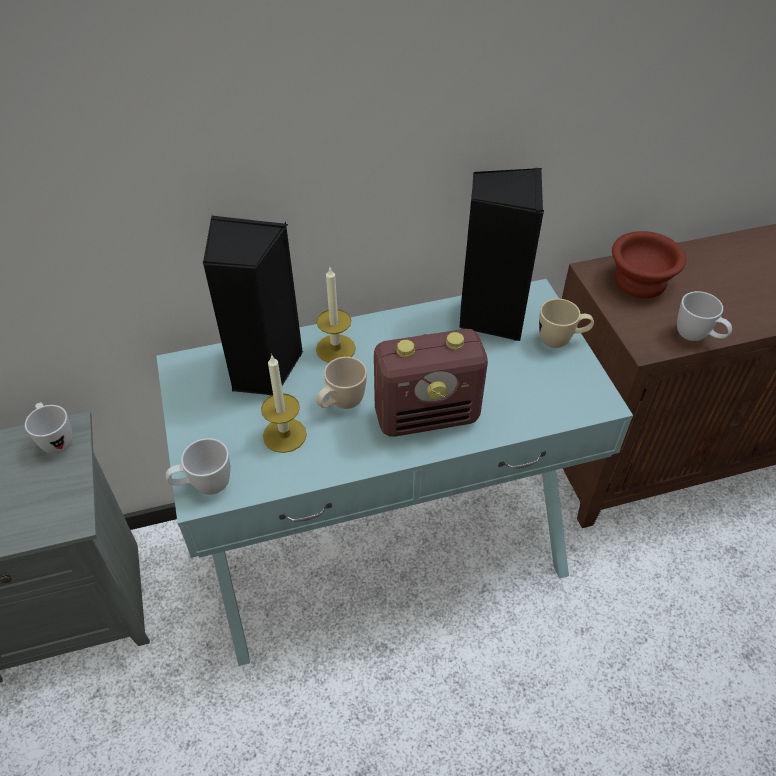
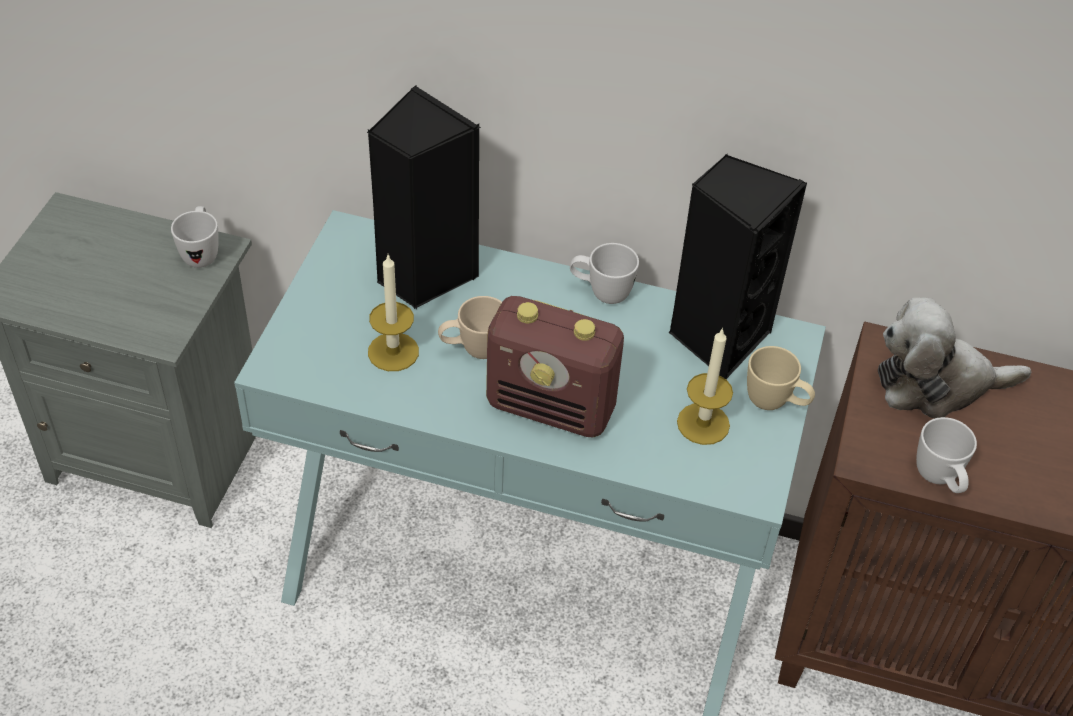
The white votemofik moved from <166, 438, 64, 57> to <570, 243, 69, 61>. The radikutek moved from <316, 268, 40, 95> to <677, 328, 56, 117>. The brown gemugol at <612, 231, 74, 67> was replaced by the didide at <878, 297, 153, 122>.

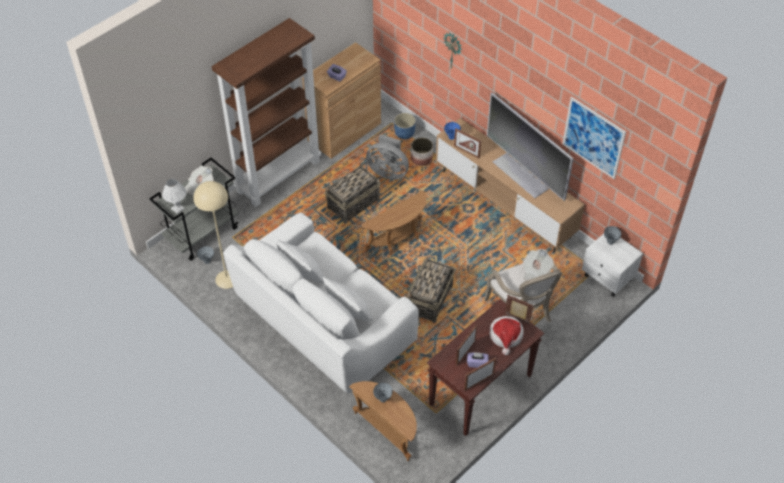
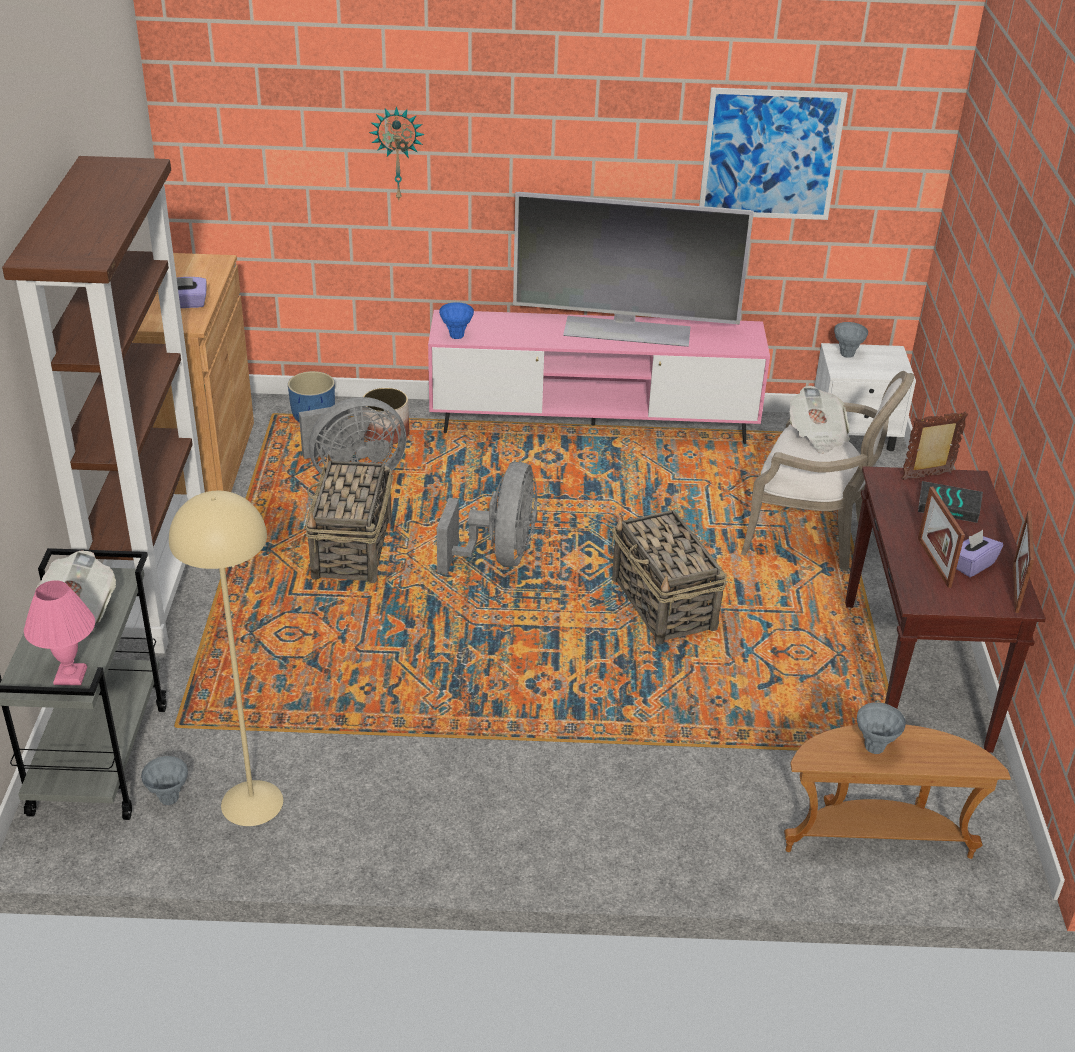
The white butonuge at <162, 179, 25, 35> became the pink butonuge at <24, 580, 71, 105>. The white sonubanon at <223, 212, 196, 181> disappeared. The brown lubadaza at <361, 190, 66, 65> was replaced by the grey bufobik at <437, 462, 101, 112>. The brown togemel at <436, 118, 149, 135> became the pink togemel at <428, 310, 342, 134>. The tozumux at <454, 129, 27, 29> disappeared. The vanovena at <489, 316, 35, 39> was replaced by the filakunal at <918, 481, 65, 42>.

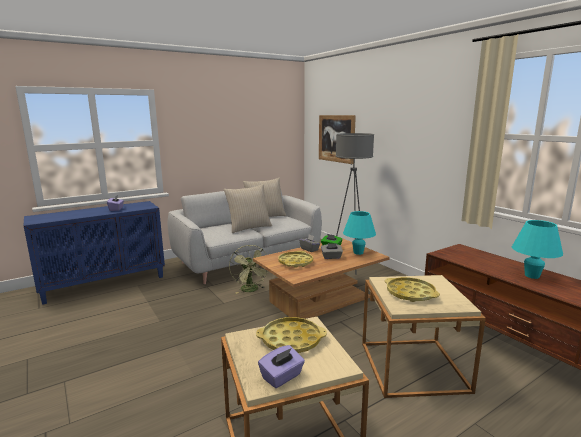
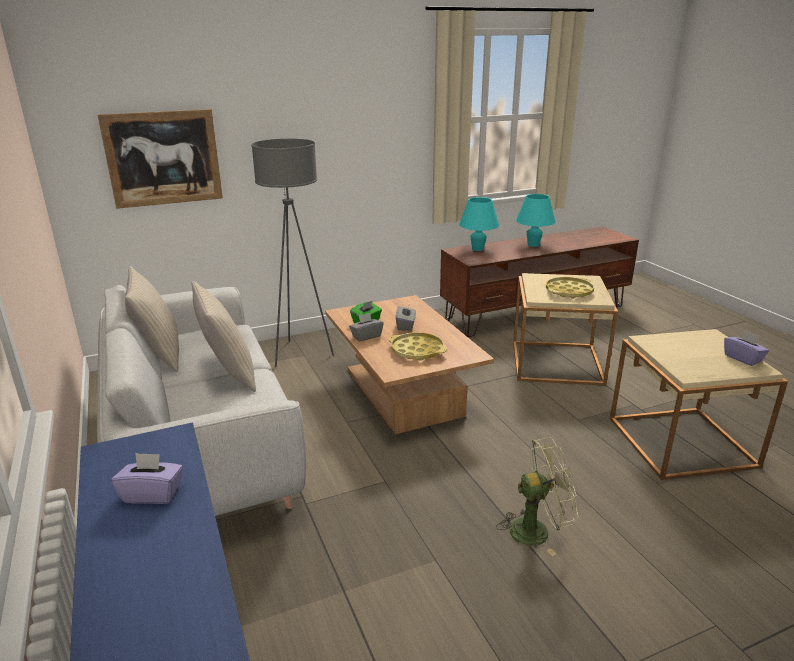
The green bufobik moved from <229, 245, 39, 49> to <496, 437, 83, 119>. The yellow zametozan at <256, 317, 71, 36> disappeared. The turquoise butonuge moved from <343, 211, 33, 44> to <459, 197, 40, 54>.

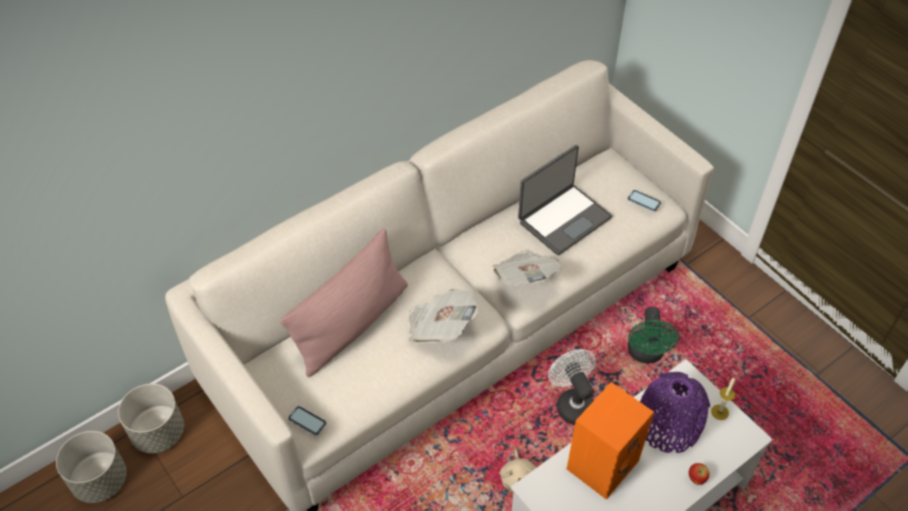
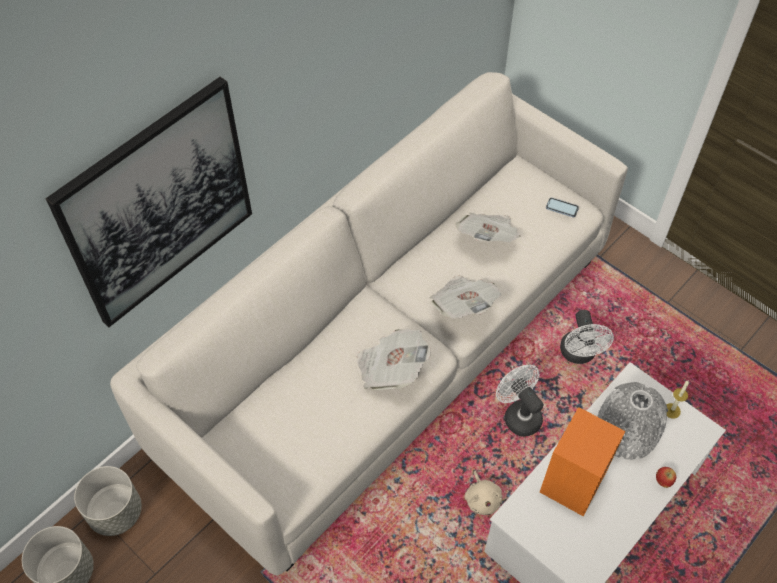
The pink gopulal at <280, 228, 128, 149> disappeared. The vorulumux at <288, 406, 38, 30> disappeared. The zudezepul at <518, 145, 94, 110> was replaced by the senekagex at <455, 213, 66, 29>. The green bufobik at <628, 307, 51, 56> became the white bufobik at <560, 310, 54, 54>. The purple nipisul at <640, 372, 70, 81> became the grey nipisul at <597, 382, 71, 78>. The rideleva at <45, 77, 207, 250> appeared.

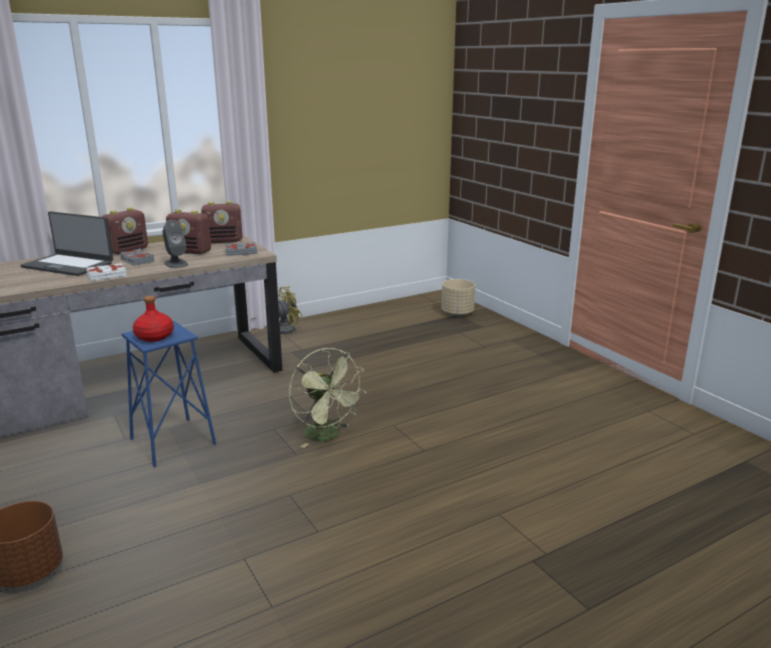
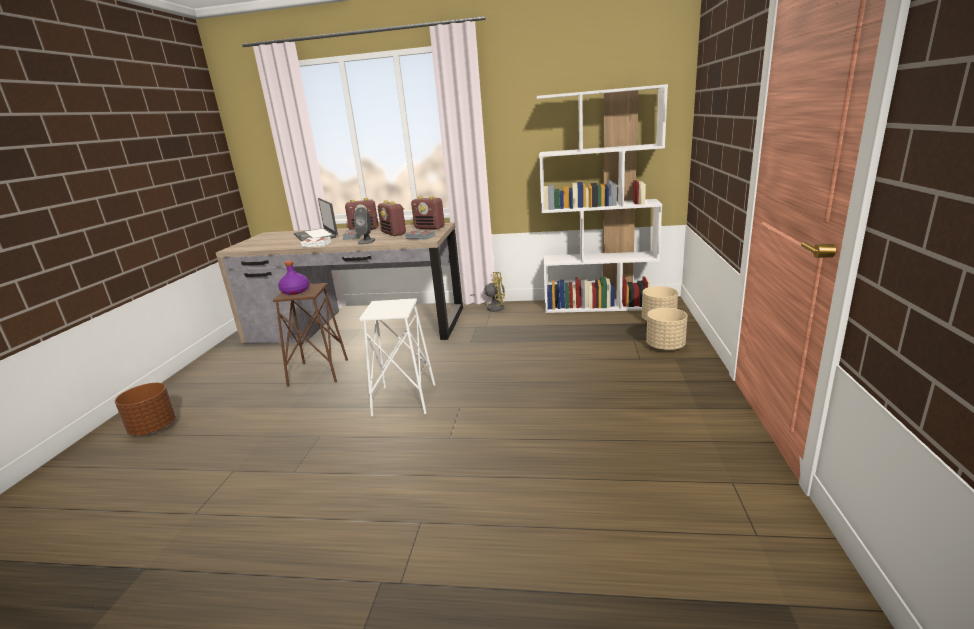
The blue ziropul at <122, 321, 94, 146> became the brown ziropul at <273, 283, 75, 104>. The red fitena at <133, 296, 41, 46> became the purple fitena at <278, 261, 31, 34>. The green bufobik at <289, 348, 77, 100> was replaced by the white ziropul at <359, 298, 76, 118>. The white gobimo at <537, 84, 131, 229> appeared. The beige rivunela at <646, 308, 42, 43> appeared.

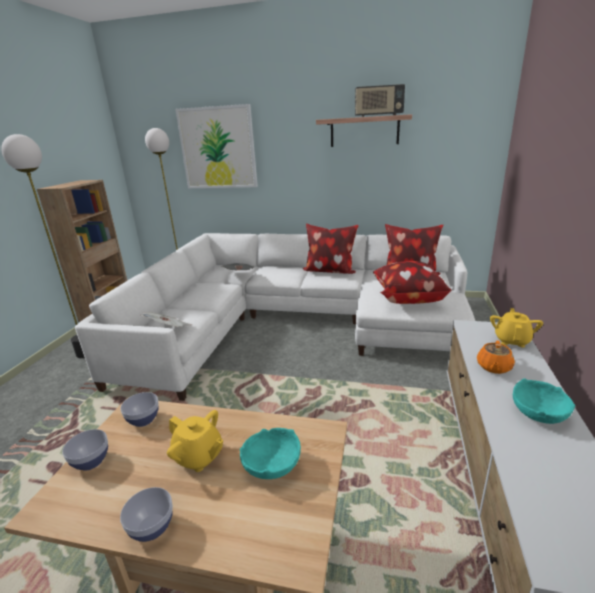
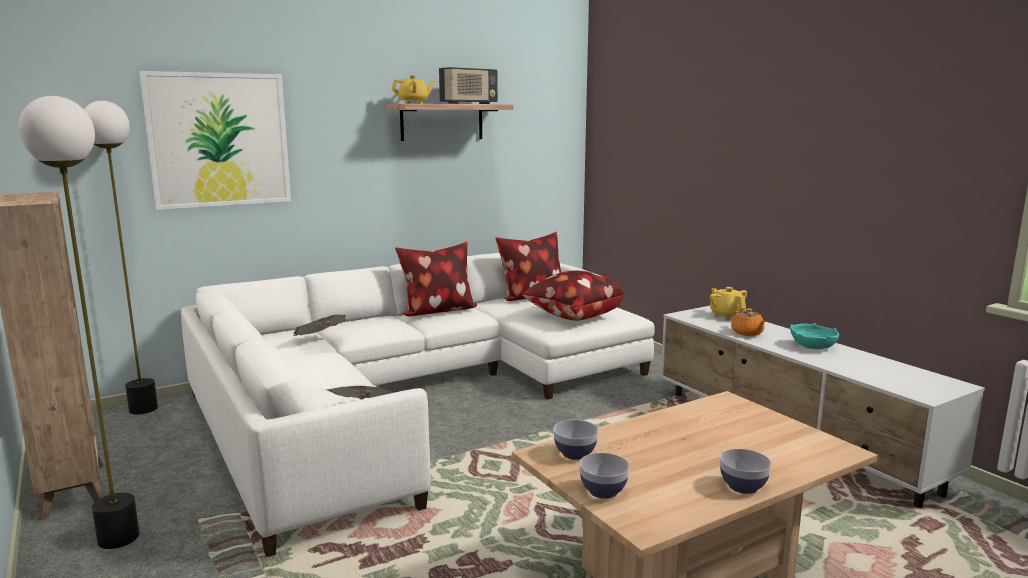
The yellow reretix moved from <167, 410, 56, 62> to <392, 75, 43, 29>. The turquoise gemugol at <240, 428, 61, 51> disappeared.

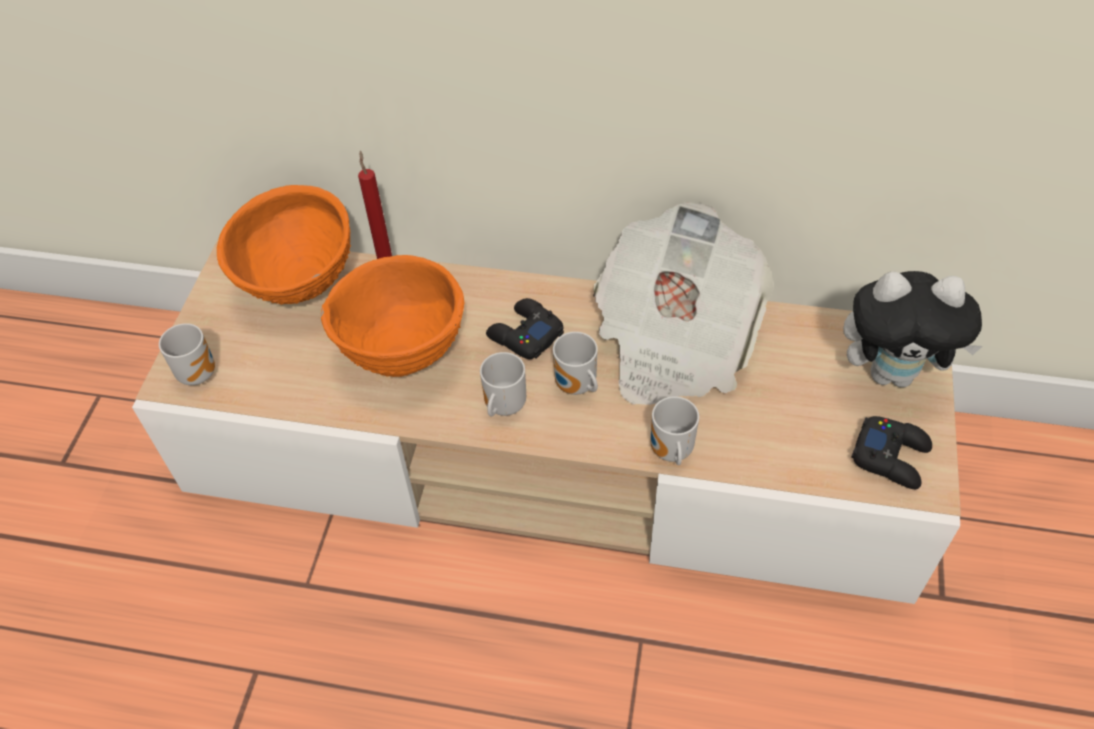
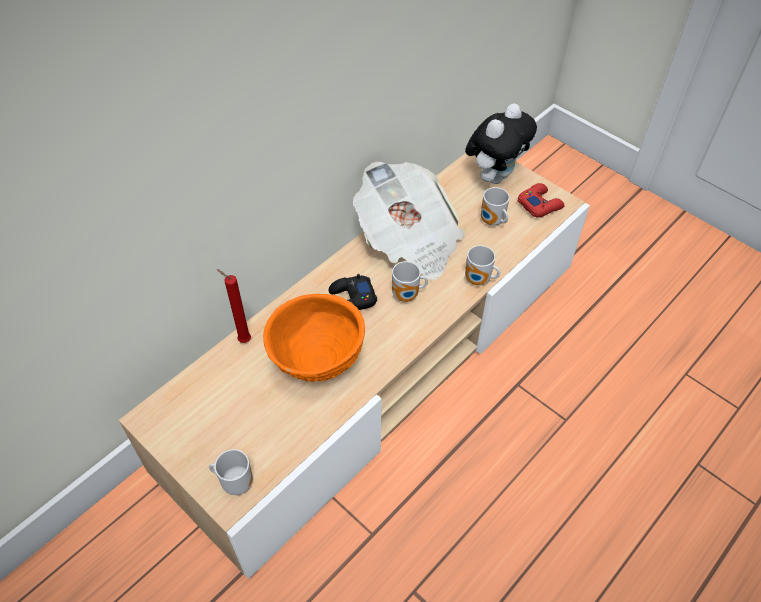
The orange gemugol at <217, 185, 134, 120> disappeared. The votemofik moved from <480, 352, 46, 64> to <481, 187, 29, 39>. The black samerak at <851, 416, 81, 73> became the red samerak at <518, 183, 47, 35>.

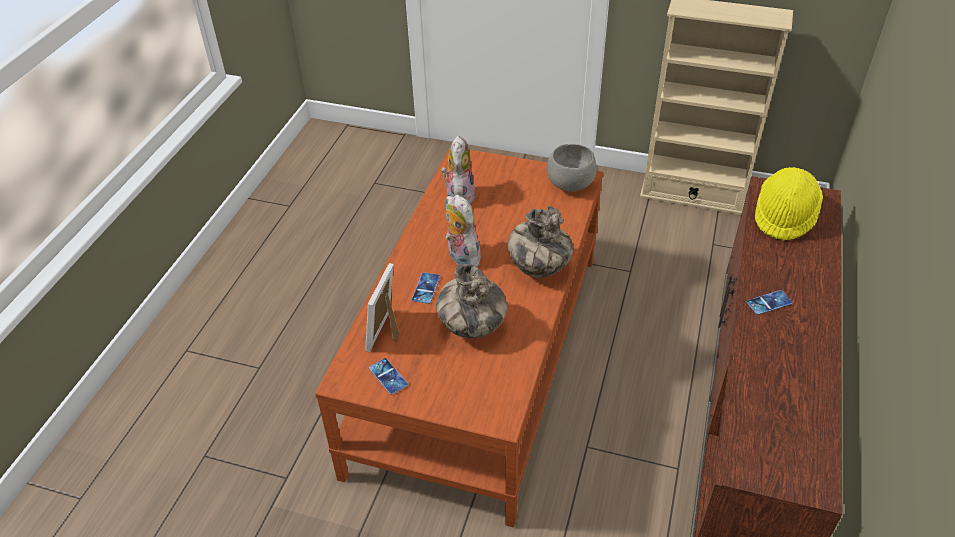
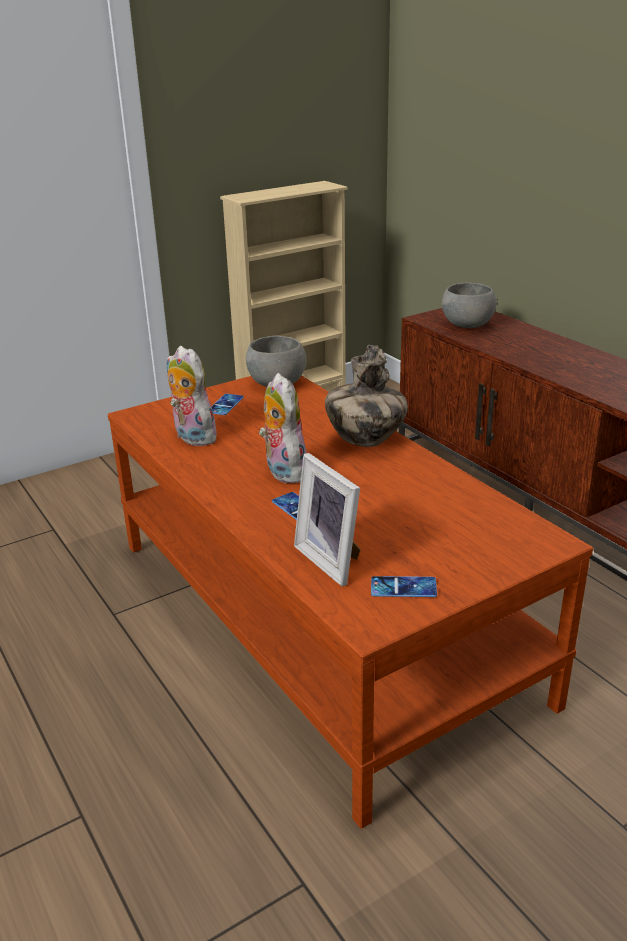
The nipisul at <436, 264, 71, 75> disappeared. The didide at <445, 194, 36, 73> turned 60 degrees clockwise. The vorulumux moved from <747, 290, 46, 25> to <211, 394, 33, 21>. The yellow vanovena at <755, 167, 68, 74> was replaced by the grey gemugol at <442, 282, 55, 46>.

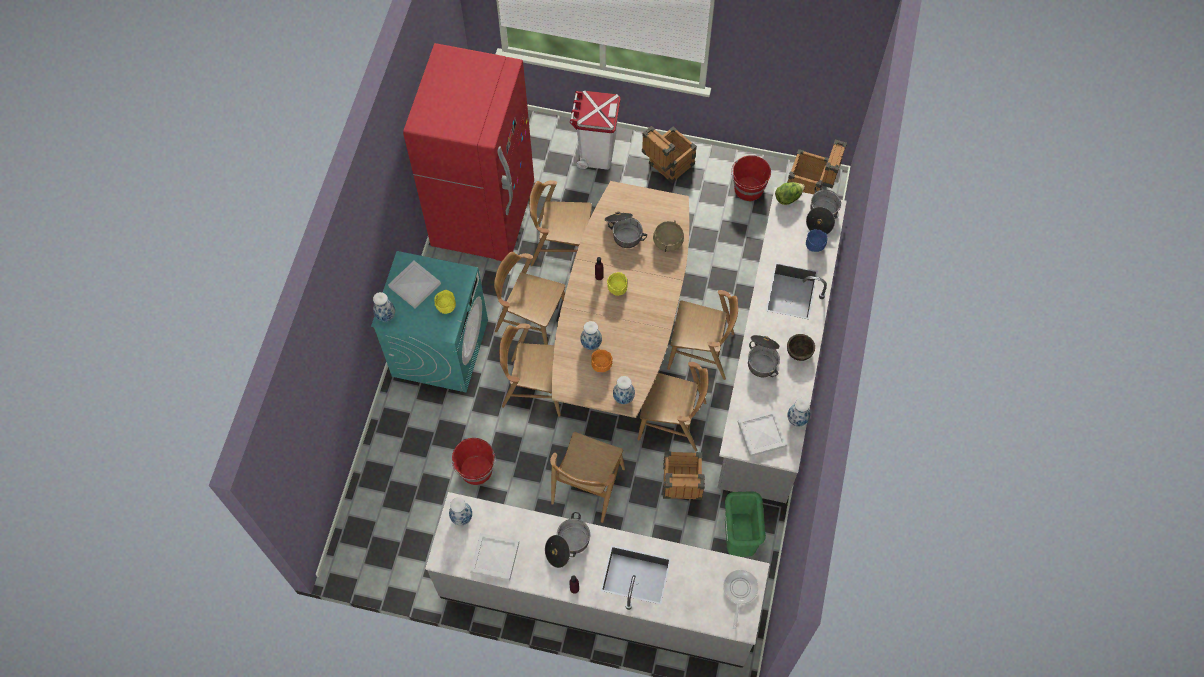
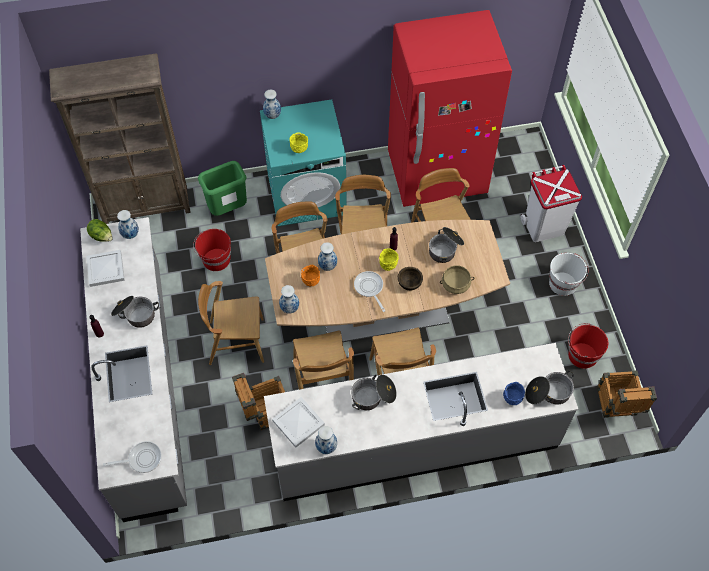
The white zametozan at <388, 261, 53, 47> disappeared. The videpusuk at <642, 126, 55, 57> was replaced by the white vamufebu at <549, 253, 40, 43>. The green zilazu moved from <725, 491, 41, 66> to <198, 161, 49, 55>. The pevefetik moved from <775, 182, 30, 23> to <87, 219, 25, 23>. The brown gemugol moved from <787, 334, 28, 27> to <398, 267, 25, 23>. The brown gobimo at <49, 54, 142, 170> appeared. The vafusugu at <354, 271, 31, 41> appeared.

